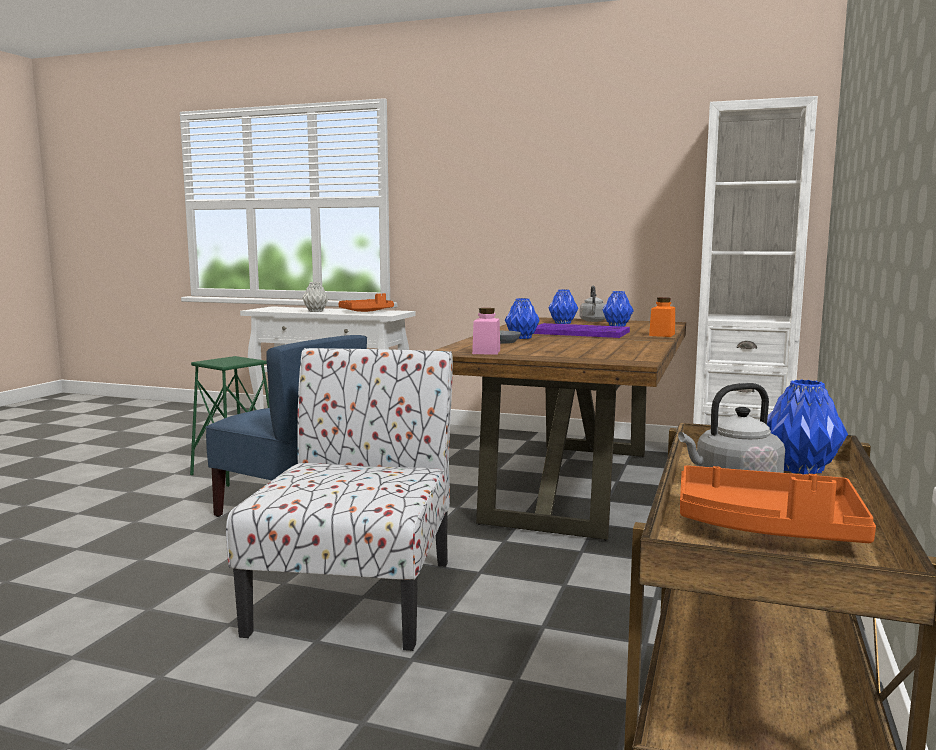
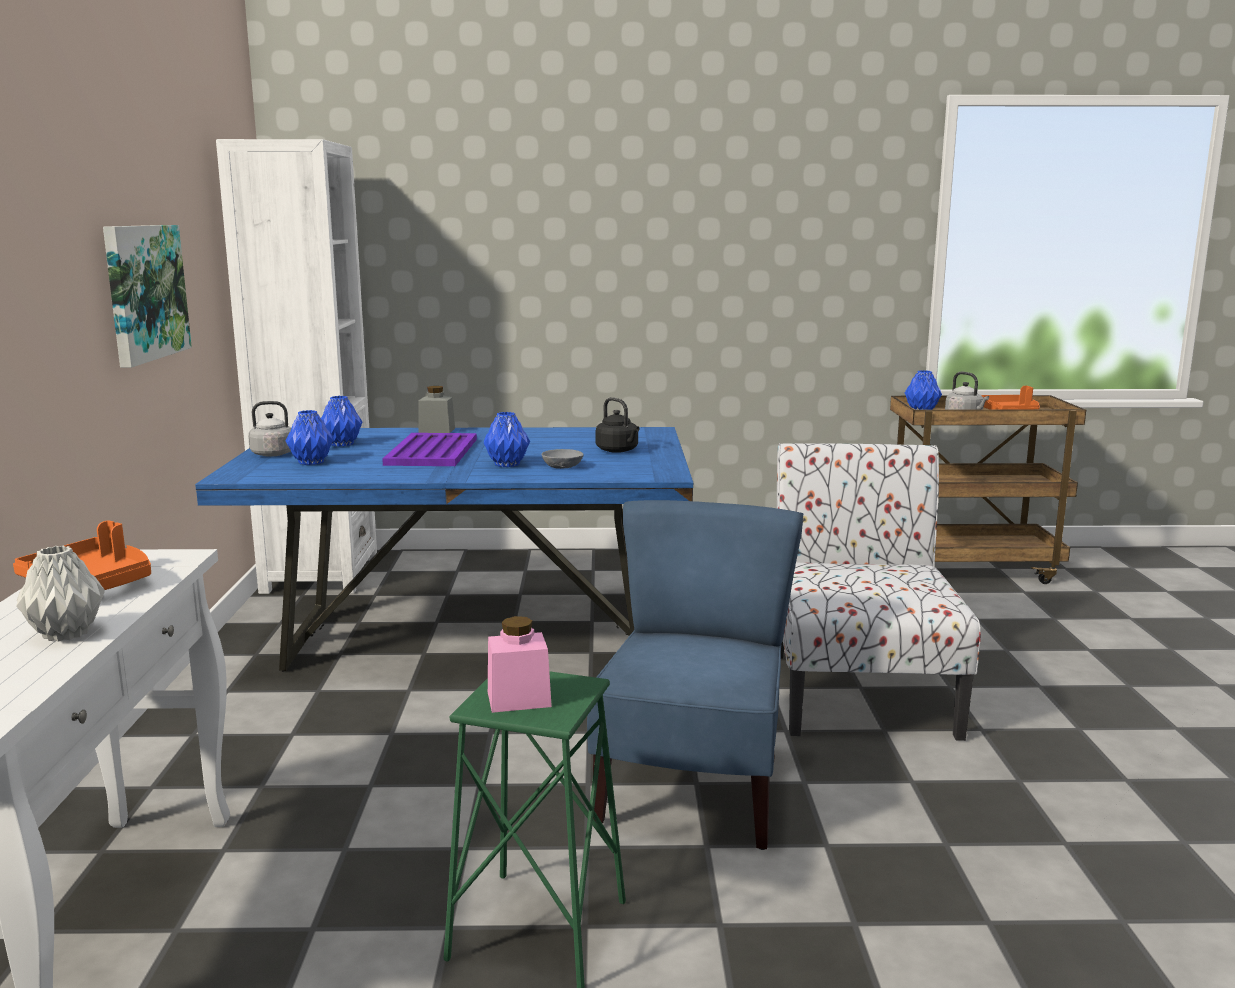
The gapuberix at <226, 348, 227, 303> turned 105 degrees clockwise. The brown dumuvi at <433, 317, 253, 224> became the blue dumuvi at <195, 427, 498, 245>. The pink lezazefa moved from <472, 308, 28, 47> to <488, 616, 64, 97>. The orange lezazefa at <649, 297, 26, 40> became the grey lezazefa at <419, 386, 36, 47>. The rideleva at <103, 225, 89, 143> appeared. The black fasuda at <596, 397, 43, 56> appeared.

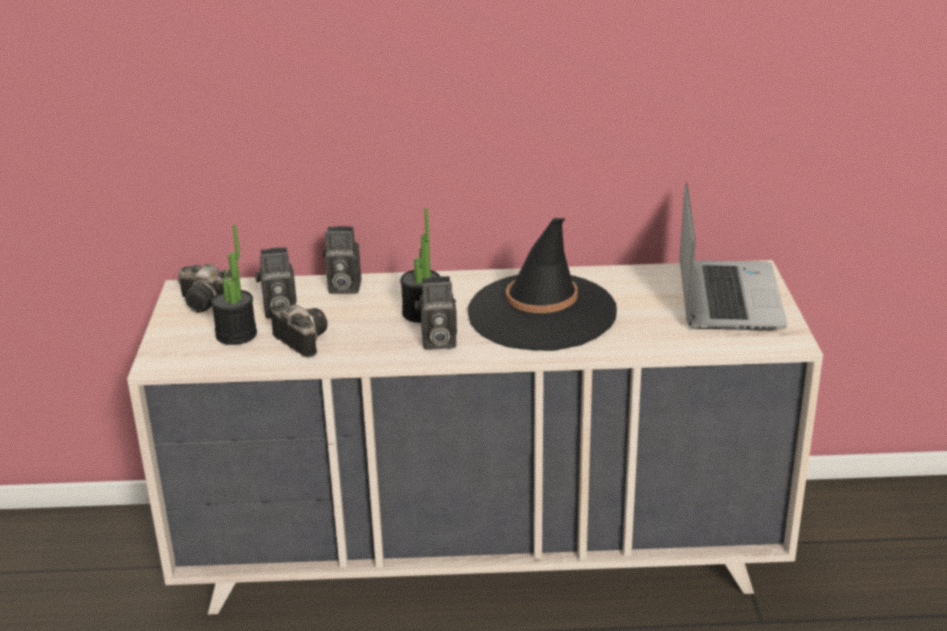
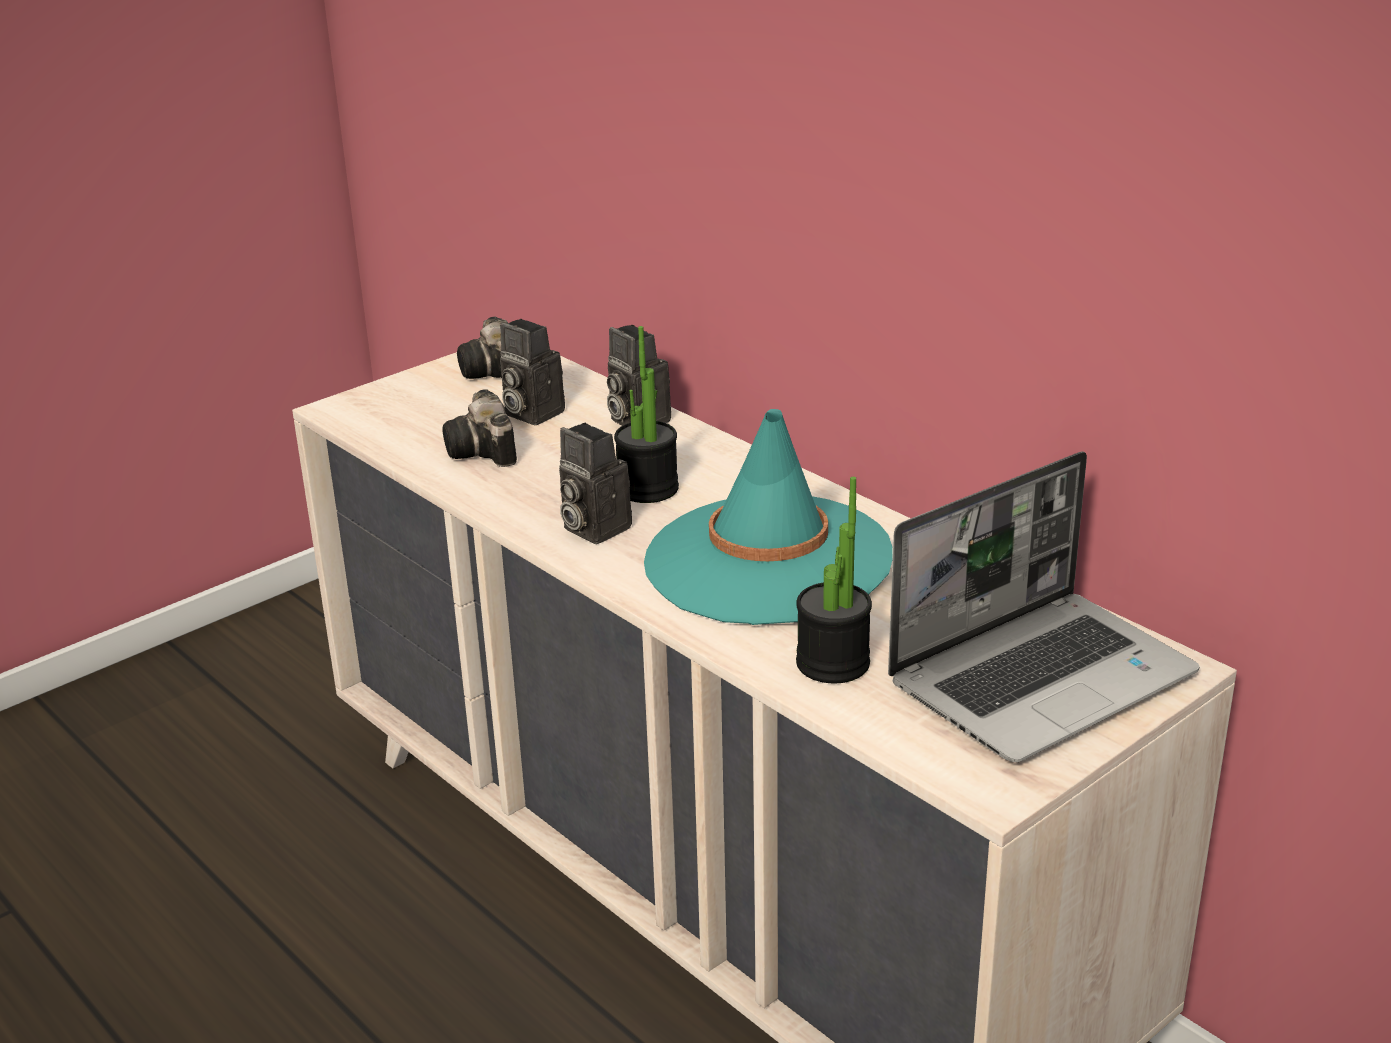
The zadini moved from <211, 224, 46, 121> to <796, 477, 76, 206>. The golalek at <271, 303, 56, 55> turned 150 degrees clockwise. The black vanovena at <468, 218, 149, 133> became the turquoise vanovena at <644, 409, 249, 216>.

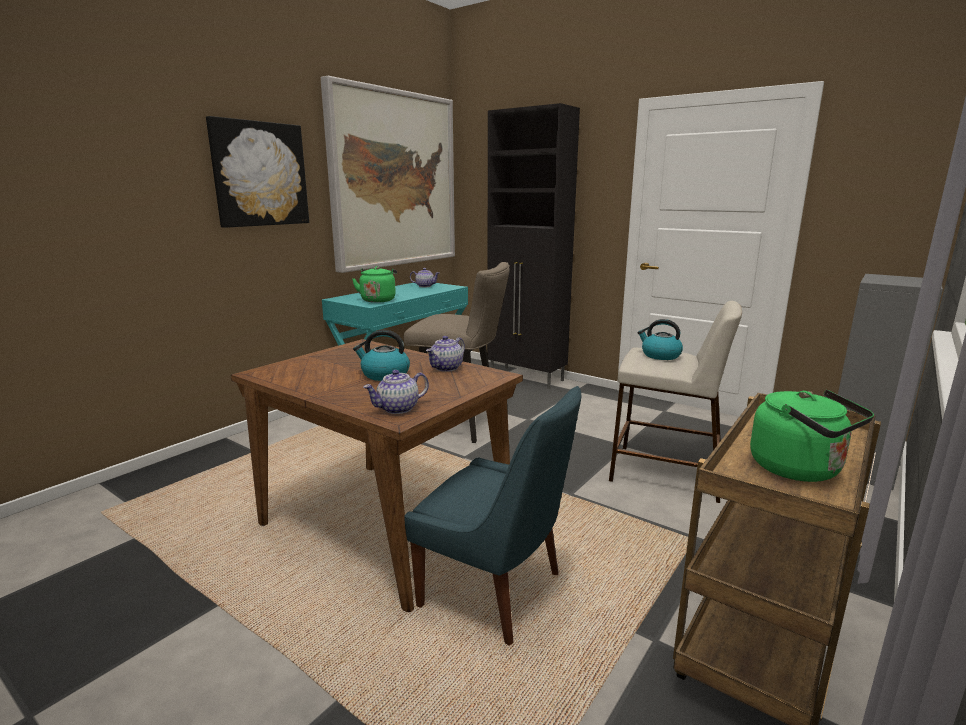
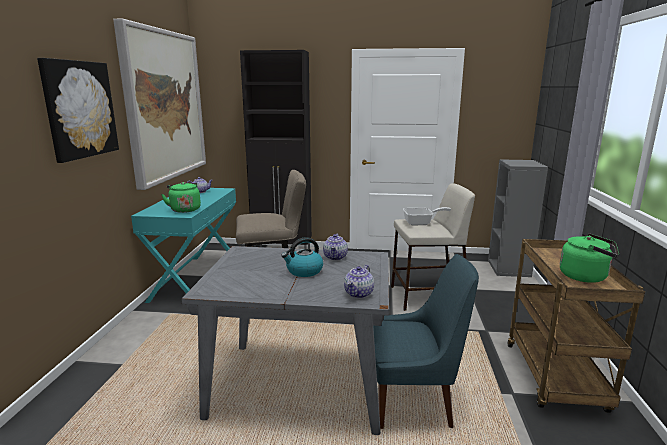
The brown dumuvi at <231, 339, 292, 273> became the grey dumuvi at <181, 246, 208, 189>. The fasuda at <637, 319, 46, 41> was replaced by the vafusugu at <403, 207, 48, 18>.

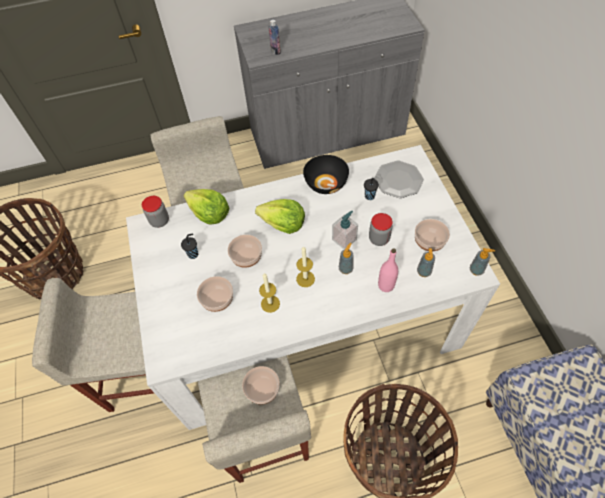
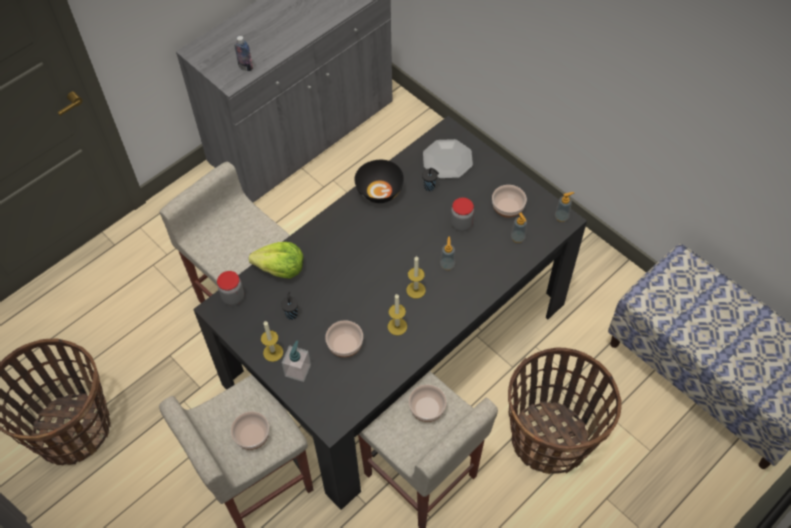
The white dumuvi at <126, 145, 374, 285> became the black dumuvi at <193, 116, 394, 394>. The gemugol moved from <228, 235, 34, 33> to <231, 411, 38, 39>. The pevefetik at <255, 199, 50, 35> disappeared. The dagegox moved from <332, 211, 26, 39> to <282, 341, 29, 41>. The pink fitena at <378, 248, 20, 44> disappeared. The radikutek at <261, 321, 22, 41> appeared.

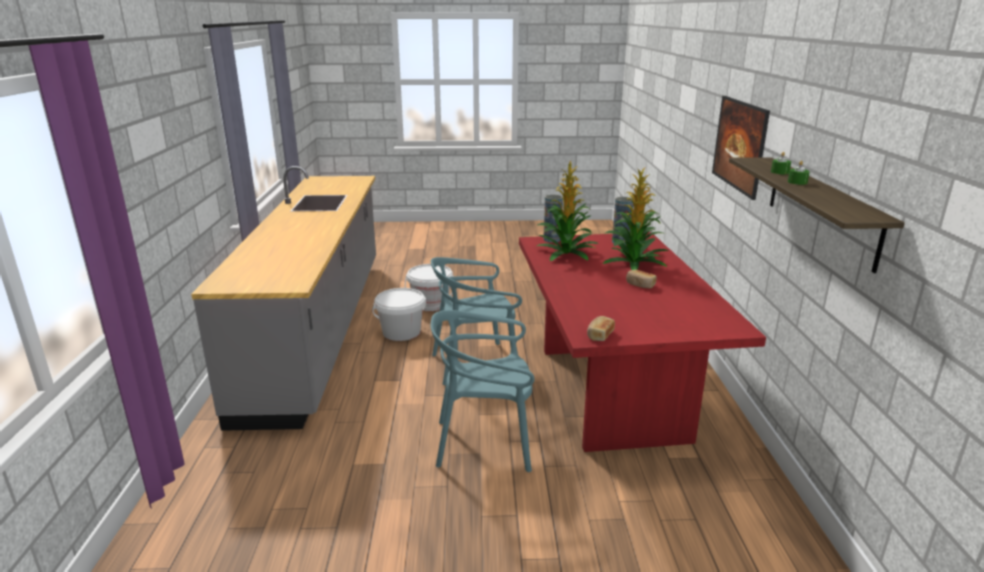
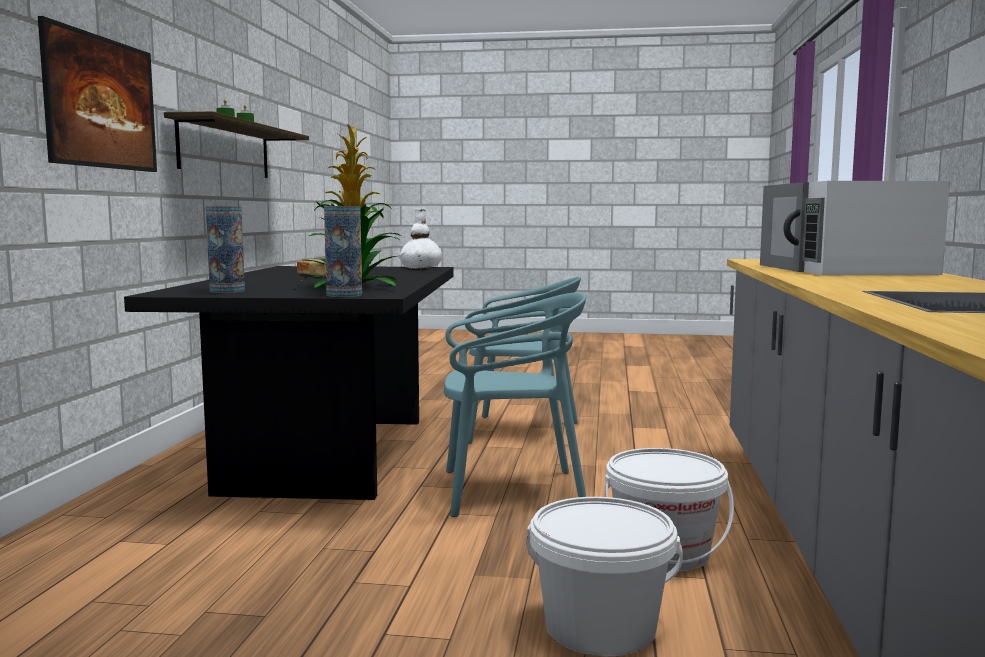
The red dumuvi at <519, 232, 247, 220> became the black dumuvi at <124, 266, 330, 234>. The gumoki at <587, 316, 28, 25> was replaced by the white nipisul at <399, 209, 43, 60>. The zadini at <603, 168, 66, 102> disappeared. The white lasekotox at <760, 181, 190, 94> appeared.

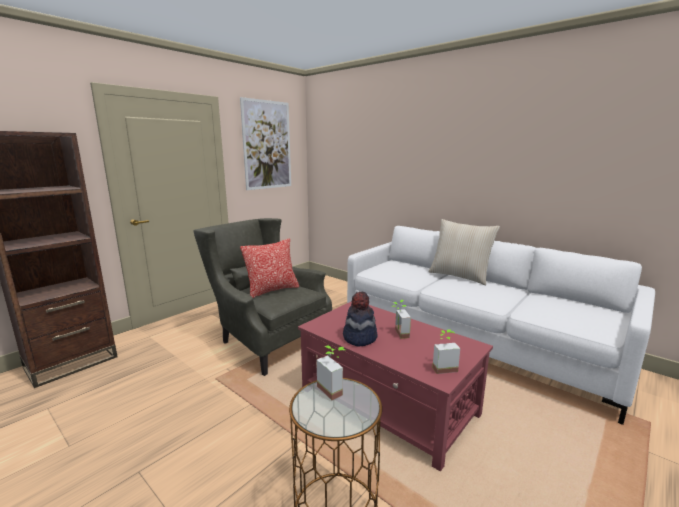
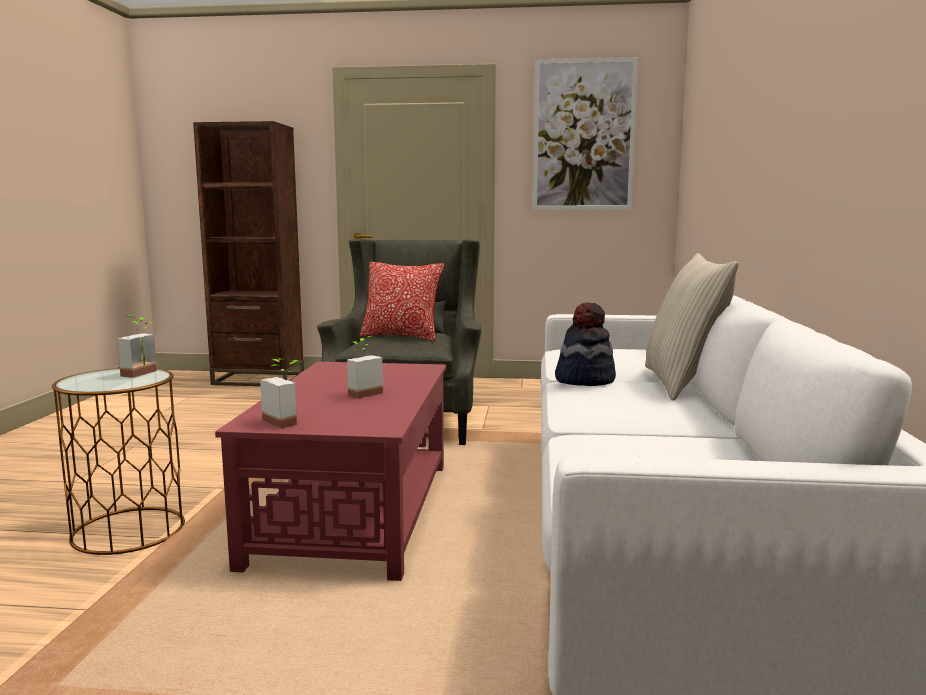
The vanovena moved from <343, 292, 35, 55> to <555, 302, 61, 84>.

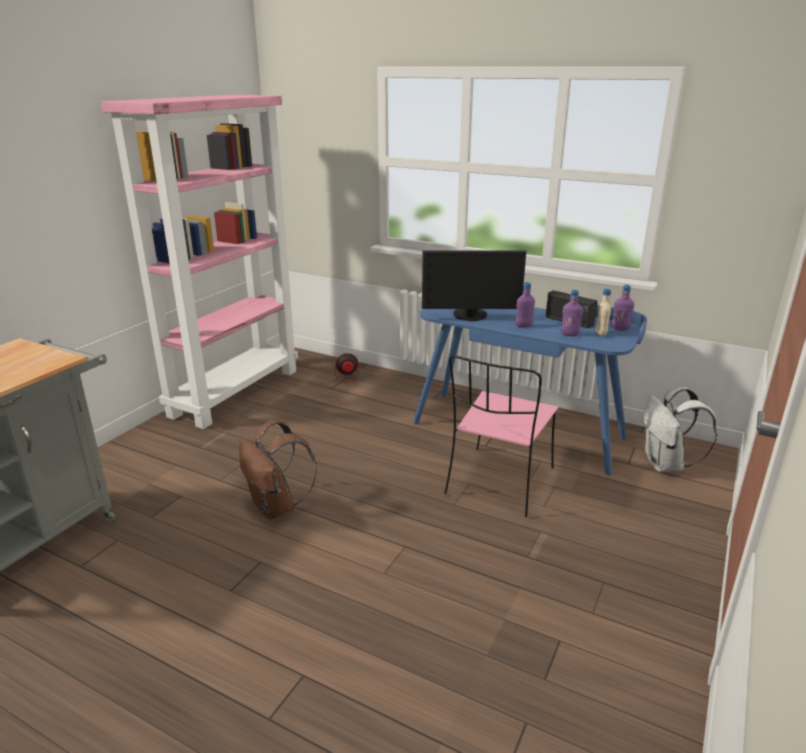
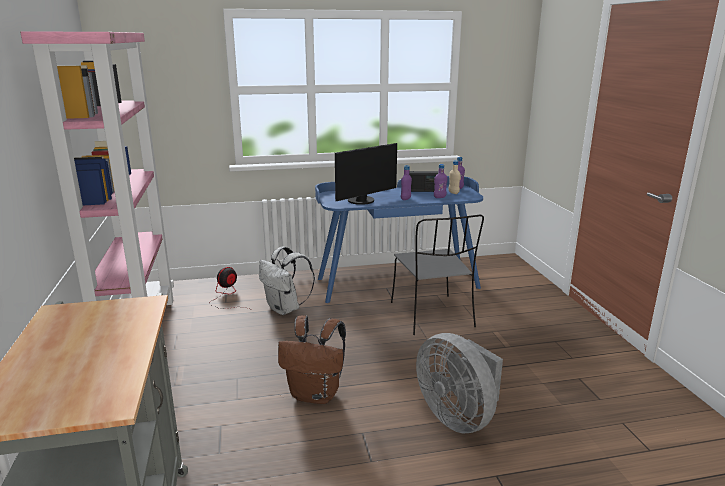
The pink gapuberix at <444, 355, 114, 162> became the grey gapuberix at <391, 215, 93, 120>. The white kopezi moved from <643, 387, 74, 85> to <259, 247, 56, 68>. The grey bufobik at <416, 333, 87, 100> appeared.

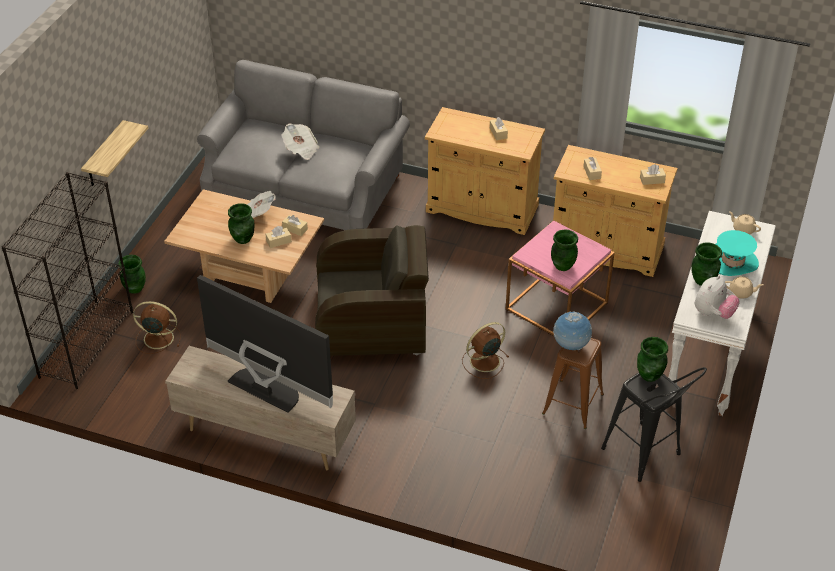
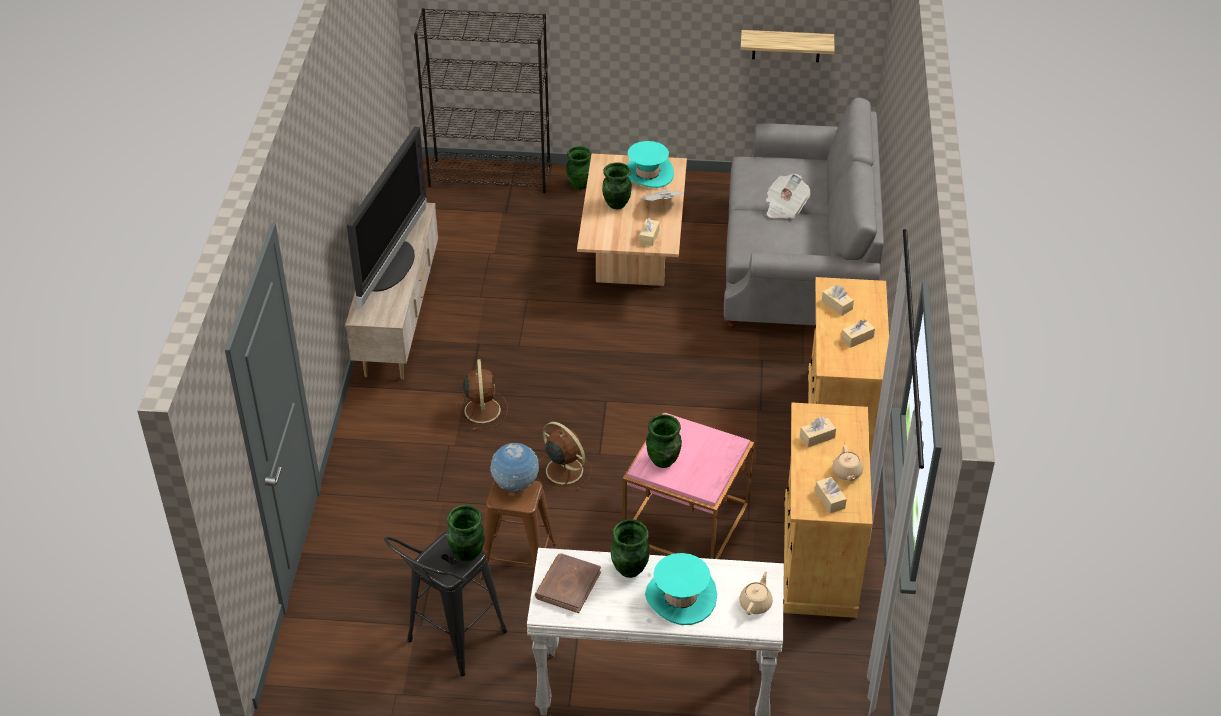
The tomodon moved from <81, 120, 67, 66> to <740, 30, 95, 32>. The brown bufobik moved from <133, 301, 48, 53> to <456, 359, 52, 72>. The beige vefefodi moved from <266, 226, 26, 22> to <822, 285, 32, 31>. The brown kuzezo at <315, 225, 114, 131> disappeared. The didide at <695, 275, 45, 44> was replaced by the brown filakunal at <535, 553, 66, 60>. The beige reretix moved from <725, 276, 38, 23> to <832, 446, 31, 35>. The turquoise vanovena at <626, 141, 48, 47> appeared.

